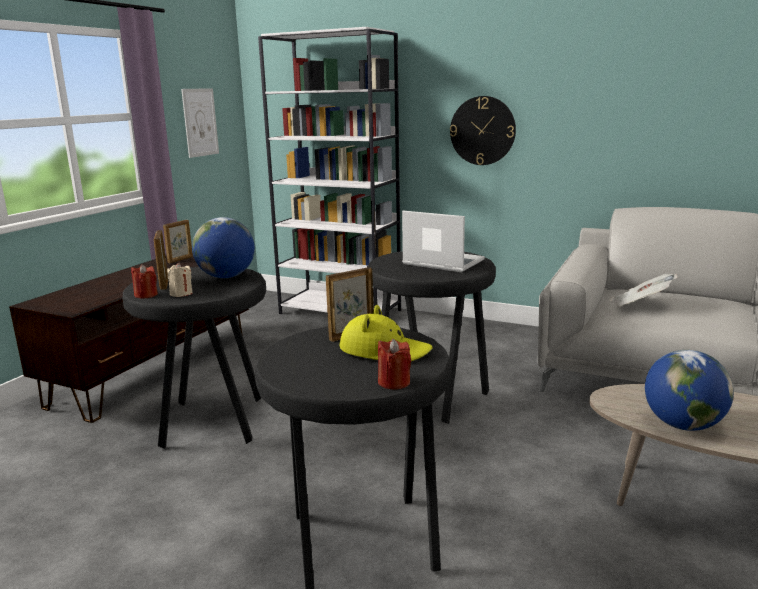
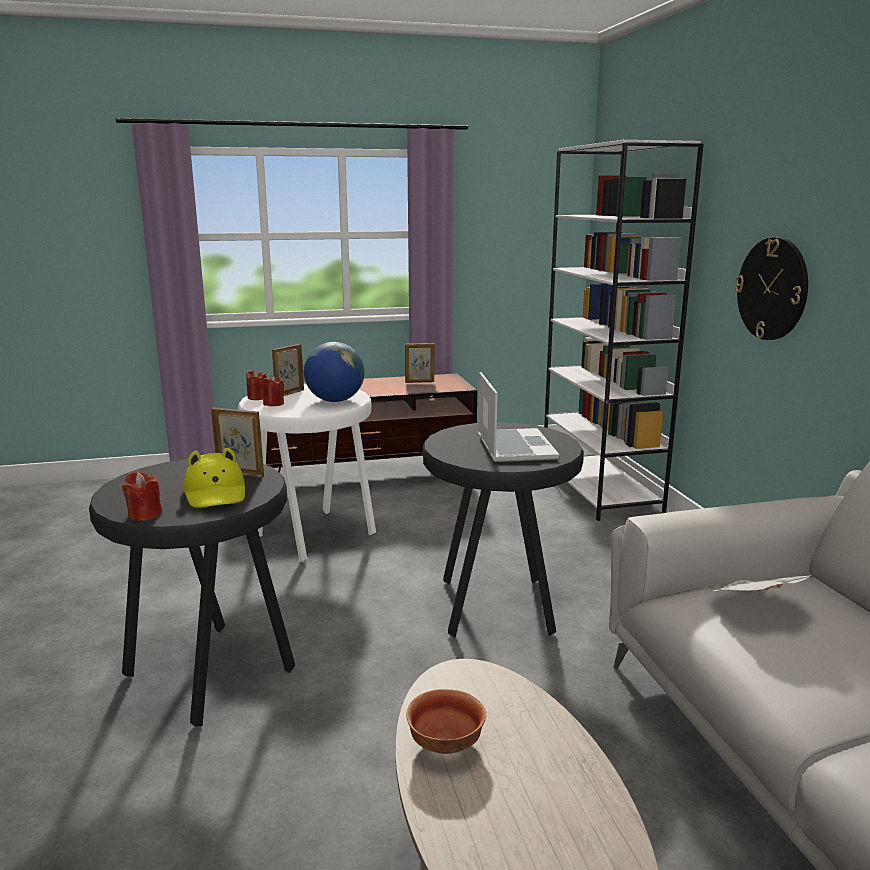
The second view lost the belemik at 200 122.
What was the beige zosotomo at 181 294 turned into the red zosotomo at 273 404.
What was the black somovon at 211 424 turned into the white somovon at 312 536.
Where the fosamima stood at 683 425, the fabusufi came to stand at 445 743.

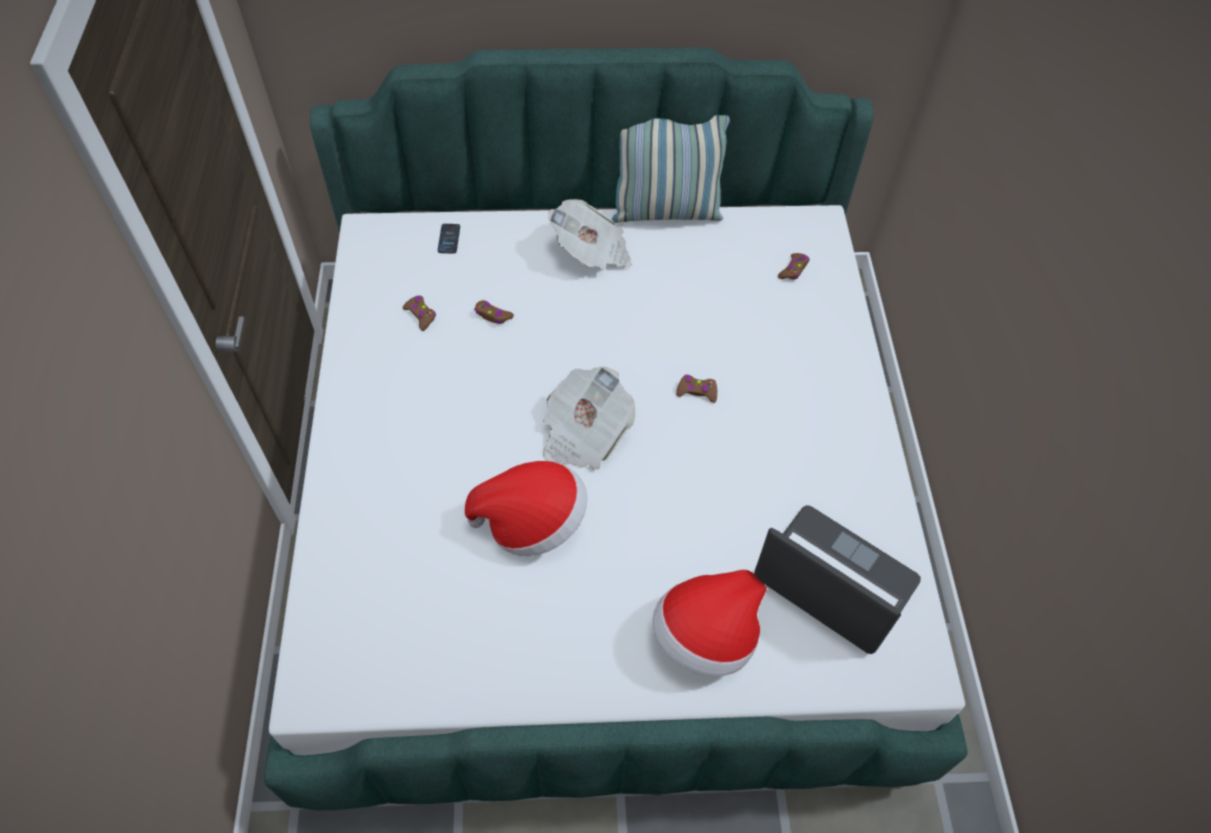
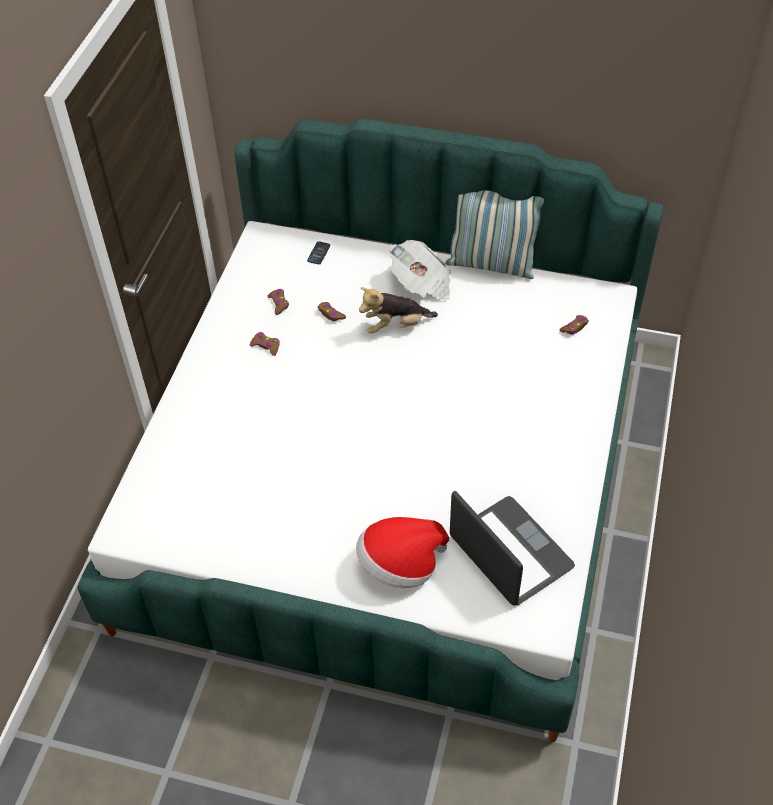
The second view lost the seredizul at 584 434.
The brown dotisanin ended up elsewhere, having gone from 697 391 to 266 346.
The second view lost the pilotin at 532 522.
The second view gained the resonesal at 396 326.

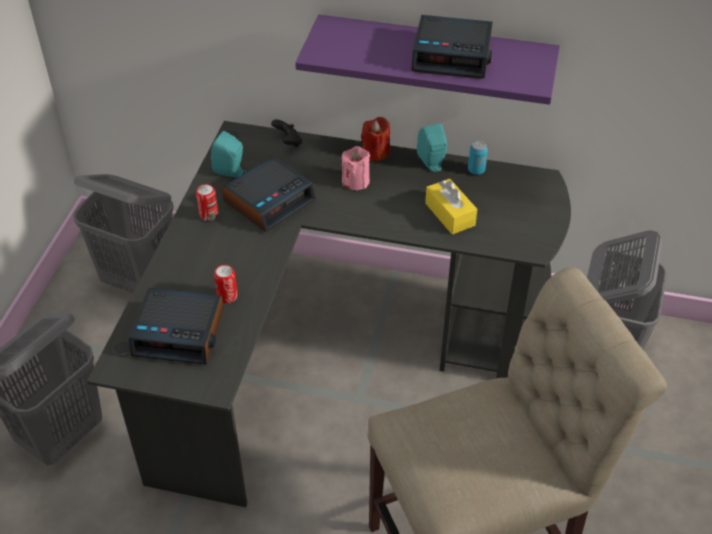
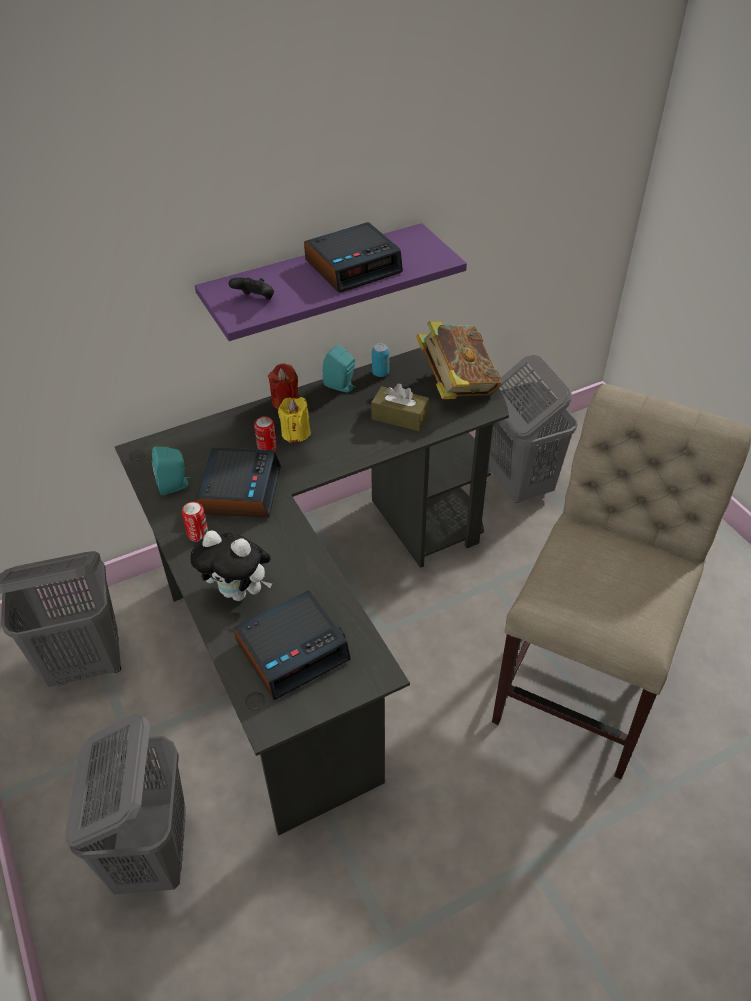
The black dotisanin ended up elsewhere, having gone from 288 142 to 255 300.
What was the pink zosotomo at 355 181 turned into the yellow zosotomo at 296 433.
What was the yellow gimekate at 450 214 turned into the brown gimekate at 400 417.
The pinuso ended up elsewhere, having gone from 227 296 to 267 448.
The second view gained the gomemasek at 456 385.
The second view gained the resonesal at 239 592.

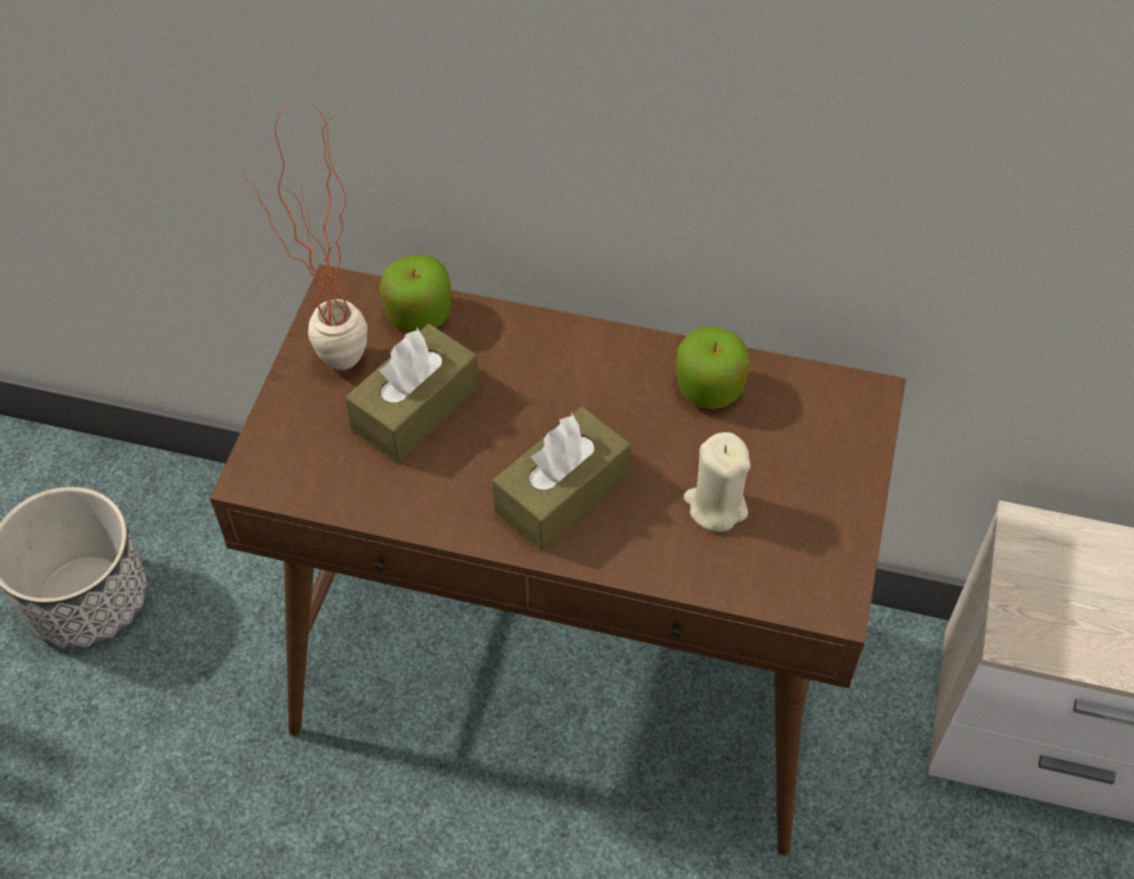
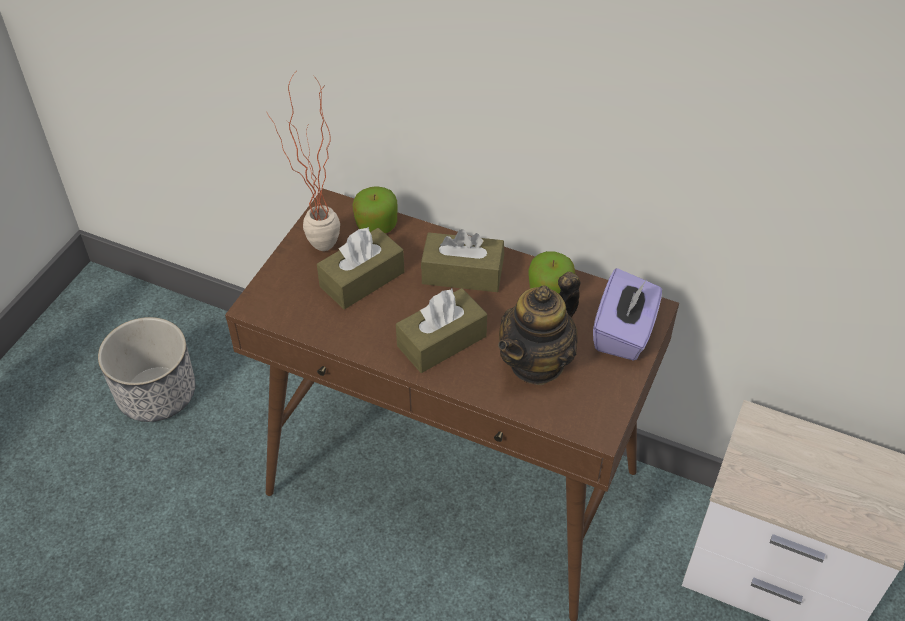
Where the beige zosotomo stood at 715 506, the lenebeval came to stand at 537 362.
The second view gained the brown gimekate at 462 273.
The second view gained the purple gimekate at 624 332.

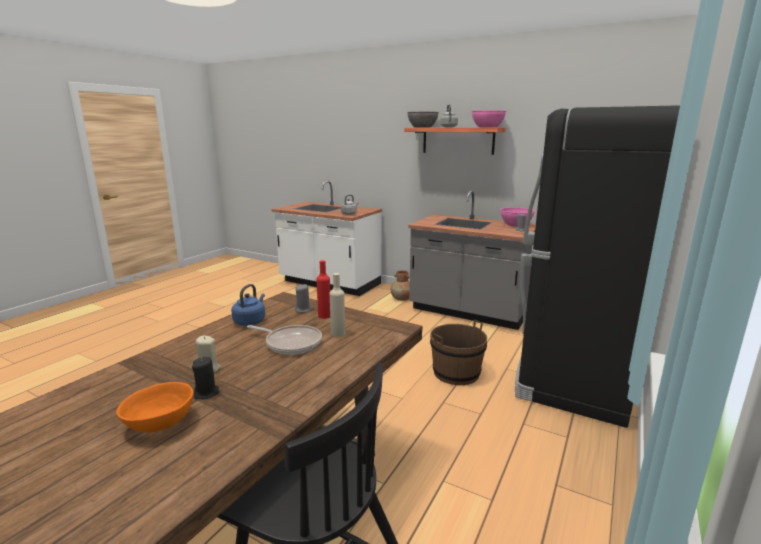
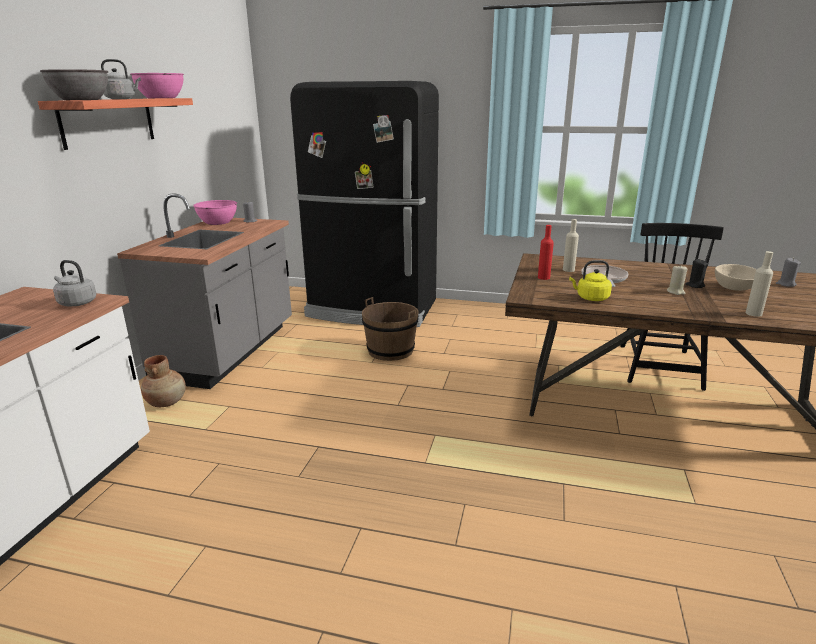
What was the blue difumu at 250 321 turned into the yellow difumu at 590 298.
The grey zosotomo ended up elsewhere, having gone from 303 310 to 785 284.
What was the orange fabusufi at 162 423 turned into the beige fabusufi at 734 287.
The second view gained the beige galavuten at 753 313.

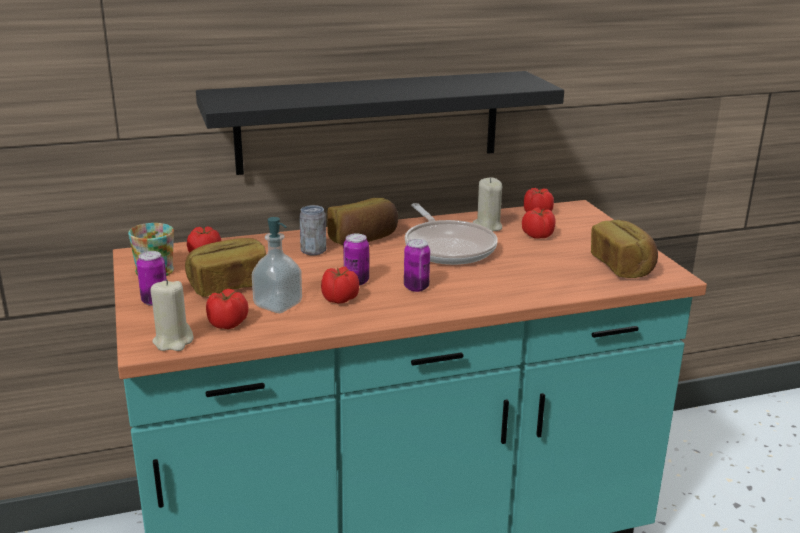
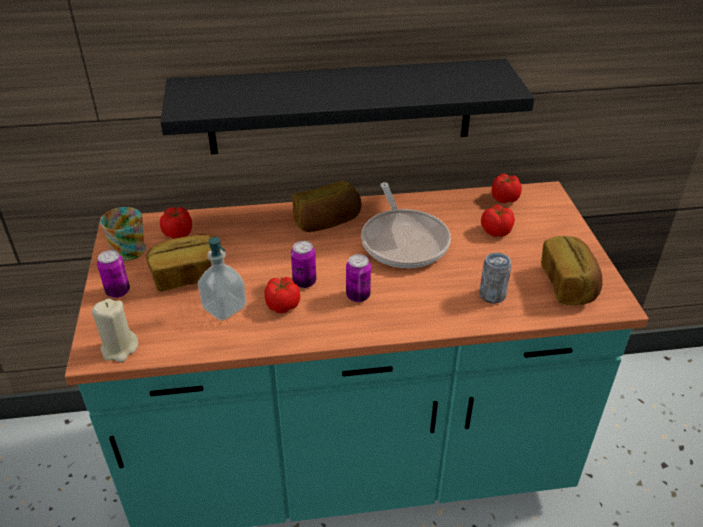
The second view lost the beige zosotomo at 487 227.
The pinuso ended up elsewhere, having gone from 313 251 to 492 295.
The second view lost the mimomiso at 228 323.

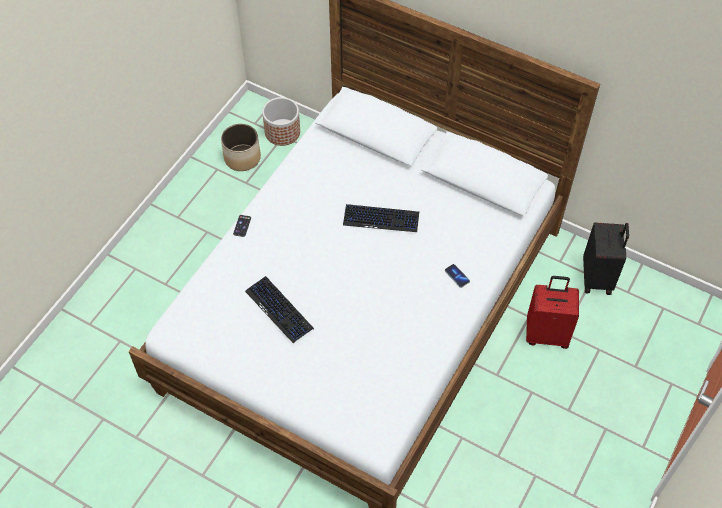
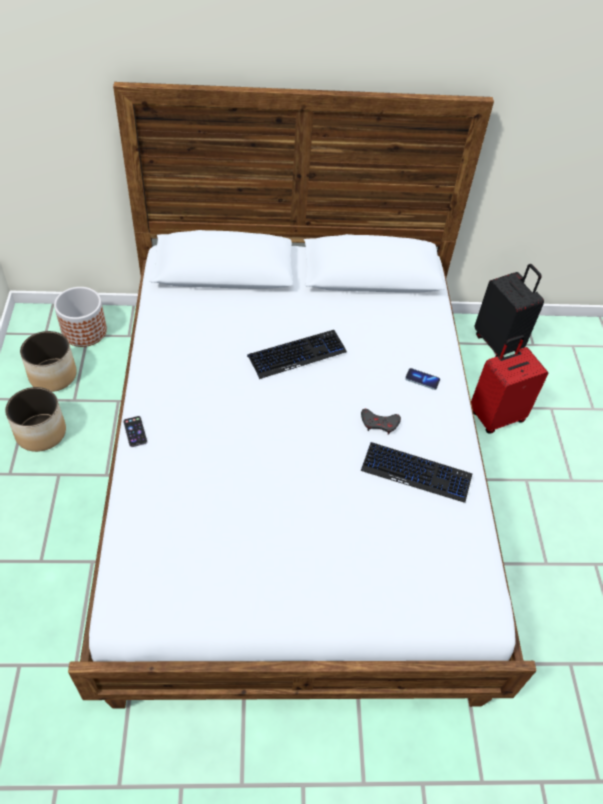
The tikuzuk ended up elsewhere, having gone from 279 310 to 416 473.
The second view gained the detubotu at 41 432.
The second view gained the grey dotisanin at 379 423.

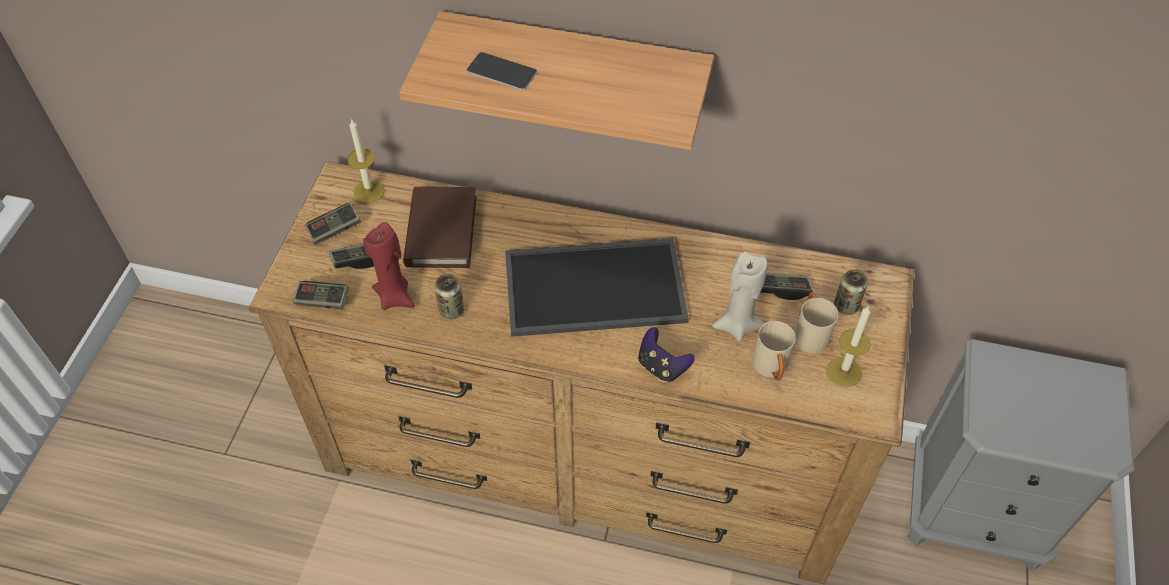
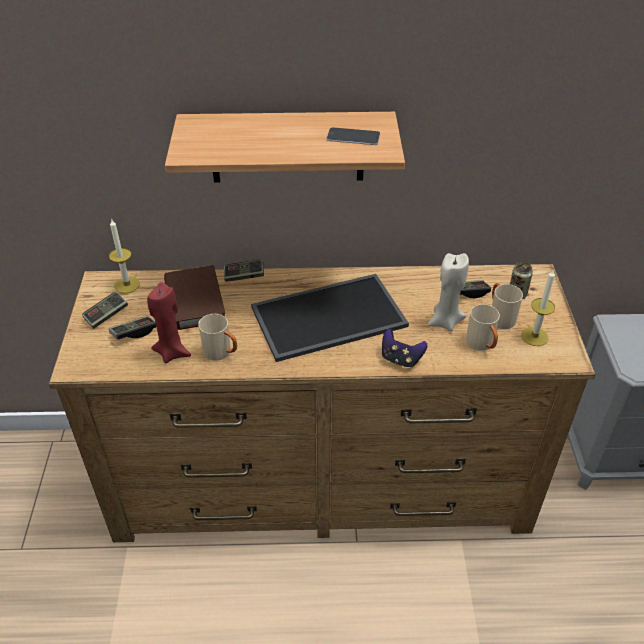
The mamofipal ended up elsewhere, having gone from 501 71 to 353 137.
Where the pinuso stood at 451 310, the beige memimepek came to stand at 222 353.
The dotisanin ended up elsewhere, having gone from 323 301 to 244 276.

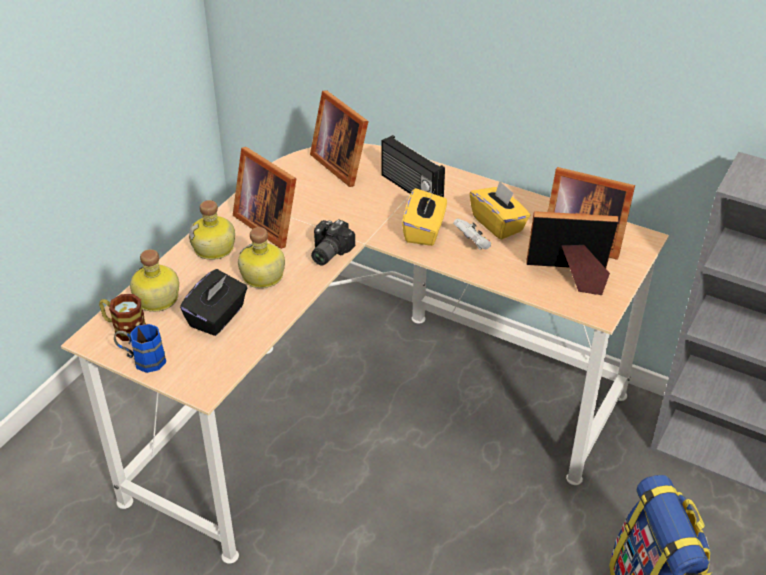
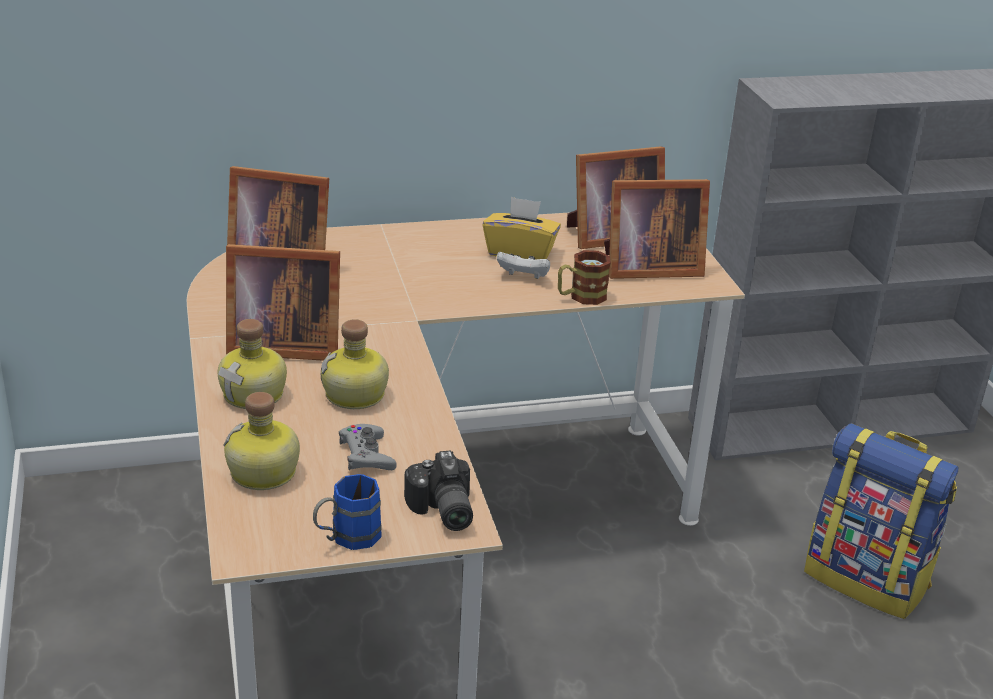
The second view lost the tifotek at 410 189.
The second view lost the yellow gimekate at 424 231.
The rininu at 570 276 ended up facing another way, 150 degrees counterclockwise from before.
The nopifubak ended up elsewhere, having gone from 327 252 to 441 511.
Where the black gimekate stood at 217 317, the grey dotisanin came to stand at 366 455.
The memimepek ended up elsewhere, having gone from 124 328 to 581 297.

